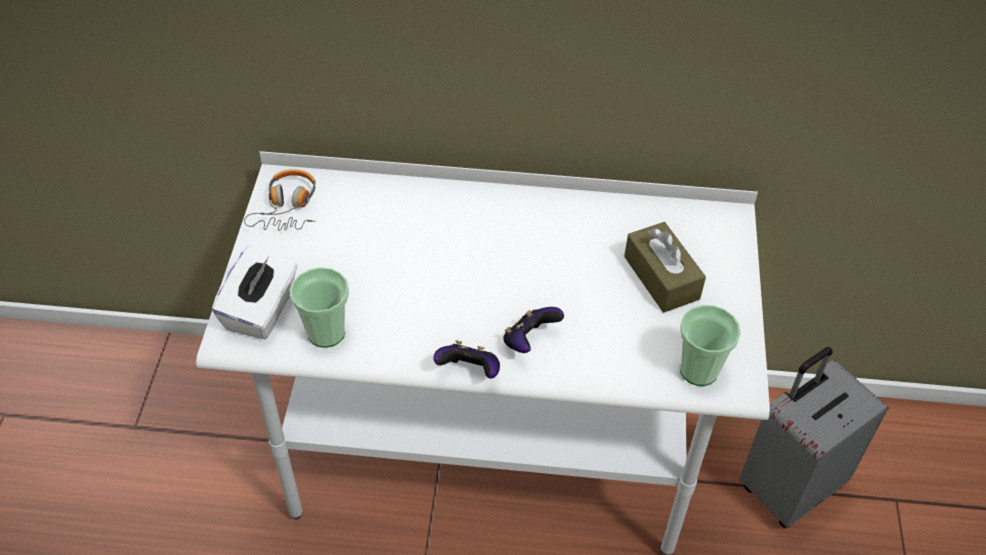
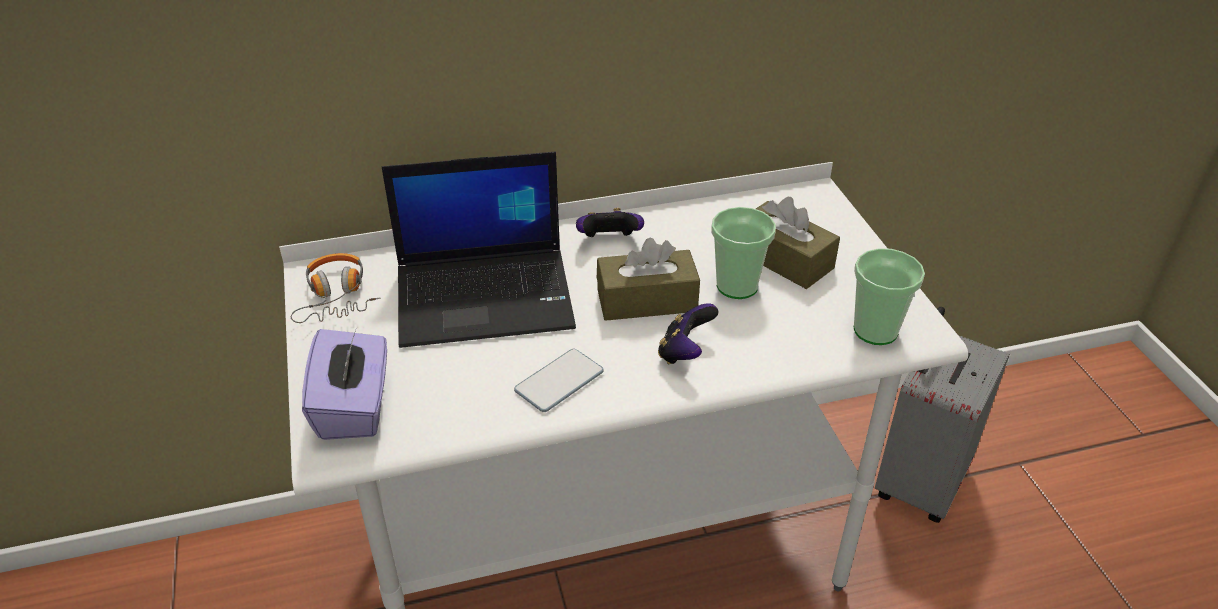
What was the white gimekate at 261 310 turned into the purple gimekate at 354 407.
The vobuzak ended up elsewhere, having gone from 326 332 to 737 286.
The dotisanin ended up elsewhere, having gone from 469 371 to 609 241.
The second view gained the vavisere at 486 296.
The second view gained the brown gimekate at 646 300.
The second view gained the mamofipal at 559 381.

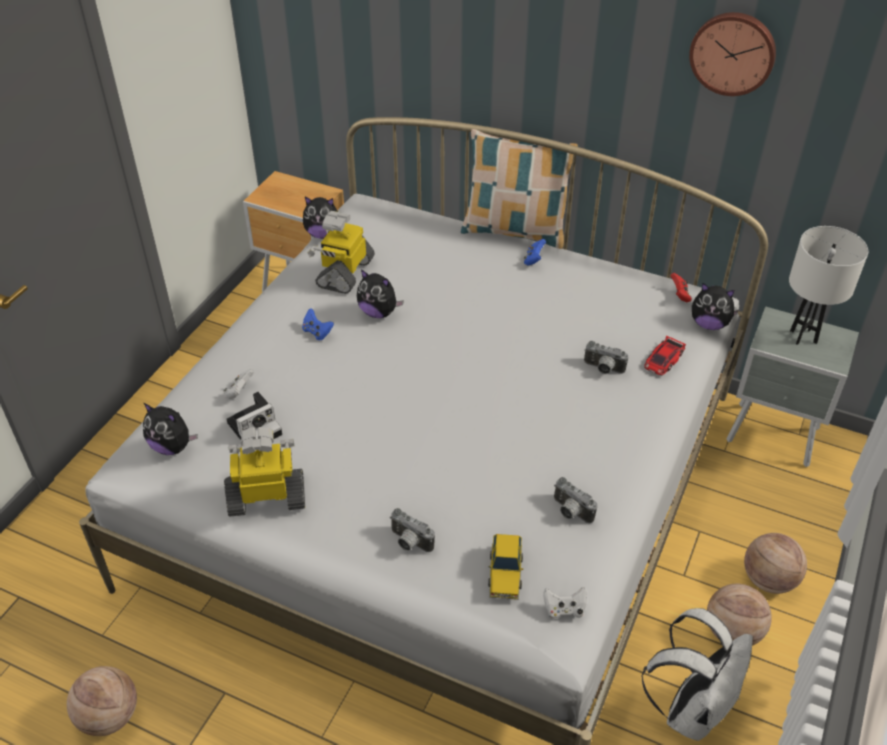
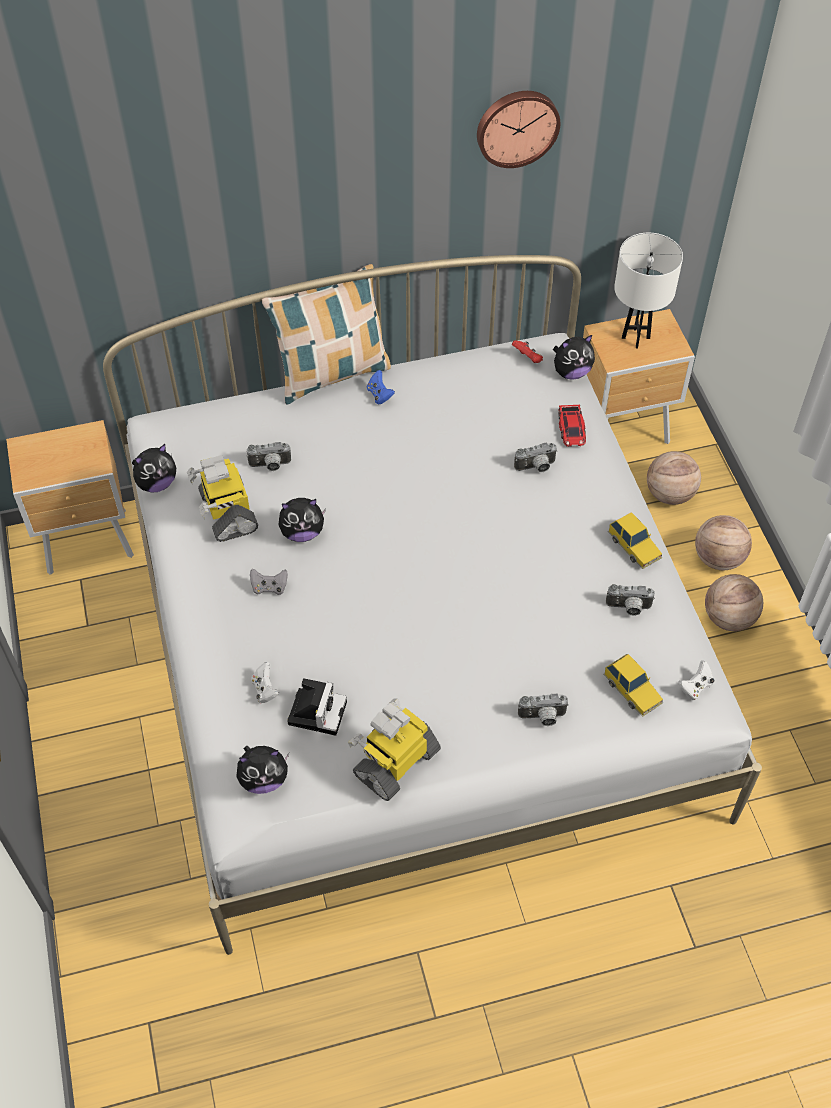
What was the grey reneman at 774 436 turned into the brown reneman at 624 431.
What was the blue dotisanin at 317 332 turned into the grey dotisanin at 269 587.
The second view lost the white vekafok at 691 708.
The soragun ended up elsewhere, having gone from 109 716 to 670 494.
The second view gained the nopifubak at 270 466.
The second view gained the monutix at 634 546.

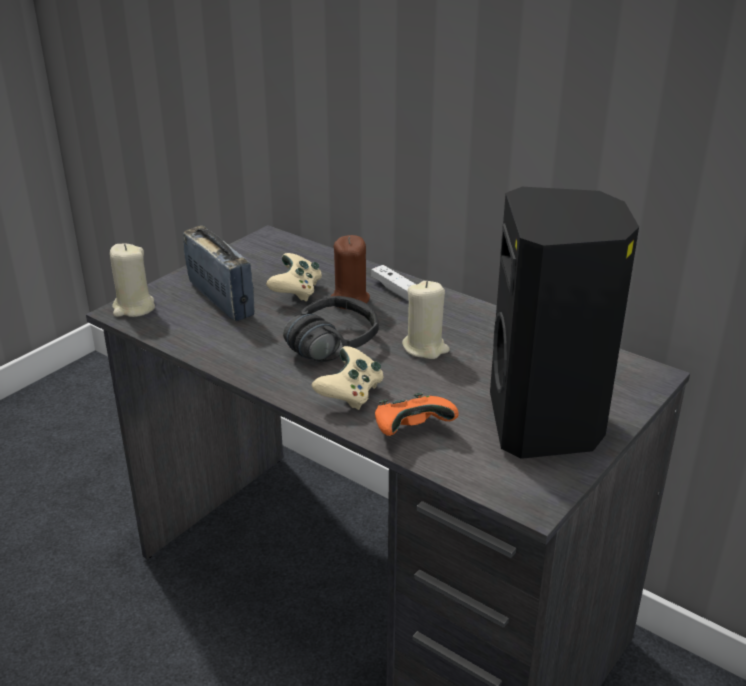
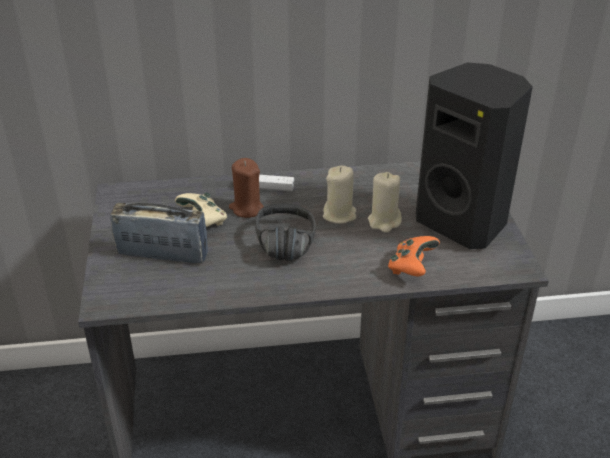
The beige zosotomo ended up elsewhere, having gone from 133 308 to 384 222.
The second view lost the beige dotisanin at 350 394.

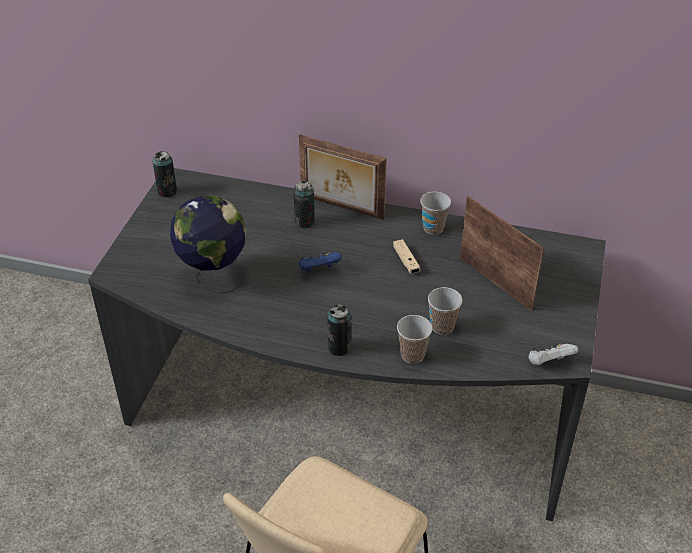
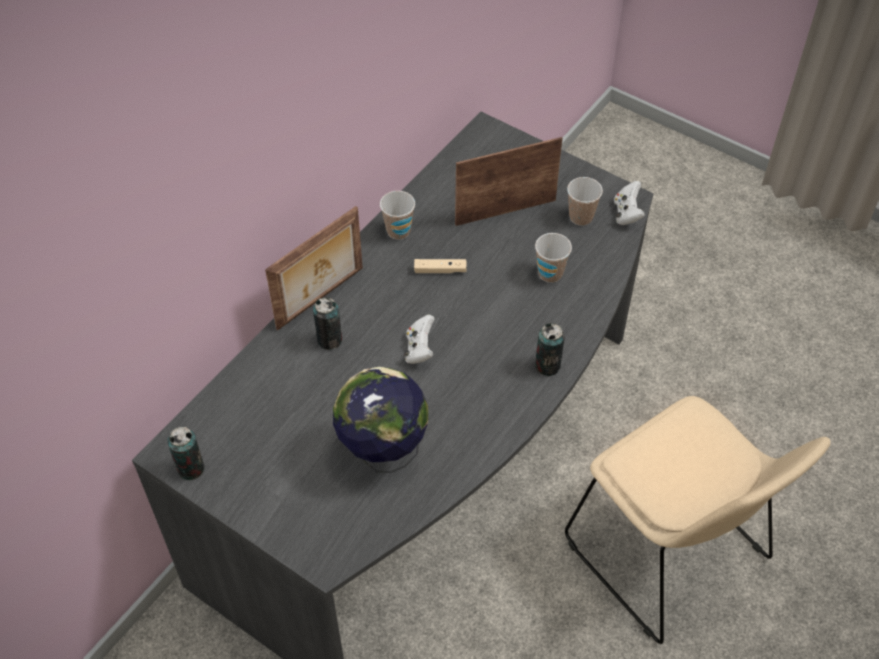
What was the blue dotisanin at 319 270 turned into the white dotisanin at 419 349.
The vobuzak ended up elsewhere, having gone from 412 355 to 581 217.

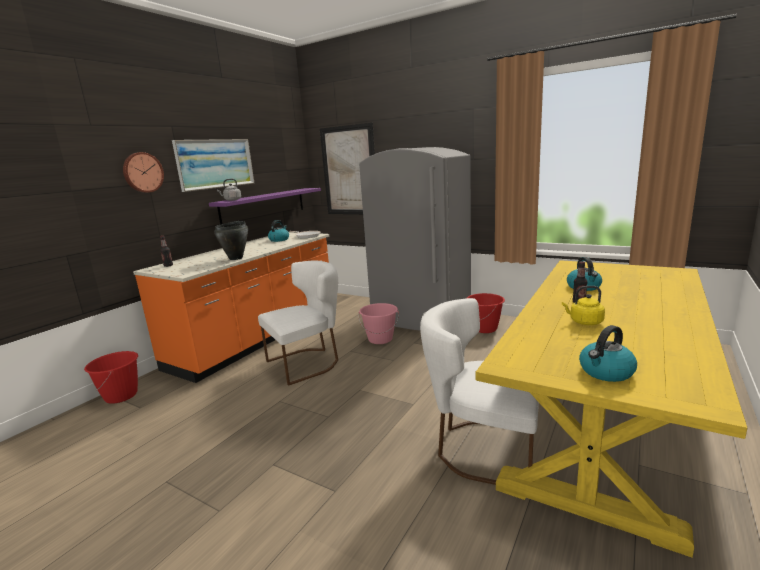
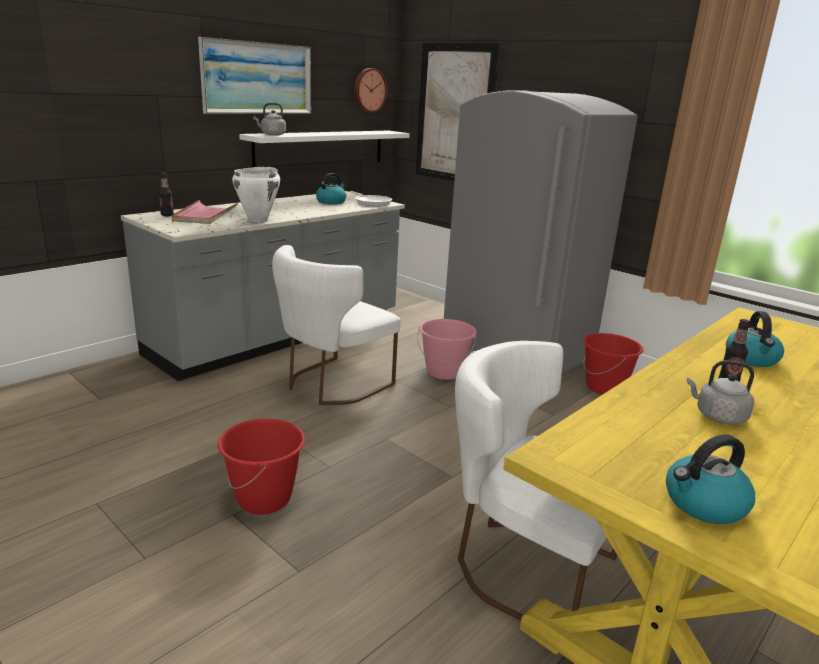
The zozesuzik ended up elsewhere, having gone from 142 172 to 369 90.
What was the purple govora at 264 206 turned into the white govora at 321 149.
What was the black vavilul at 236 258 turned into the white vavilul at 258 220.
What was the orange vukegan at 258 338 turned into the grey vukegan at 279 336.
The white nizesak at 308 363 ended up facing another way, 150 degrees clockwise from before.
What was the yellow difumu at 584 322 turned into the grey difumu at 717 416.
The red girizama ended up elsewhere, having gone from 121 396 to 264 499.
The second view gained the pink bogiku at 205 215.

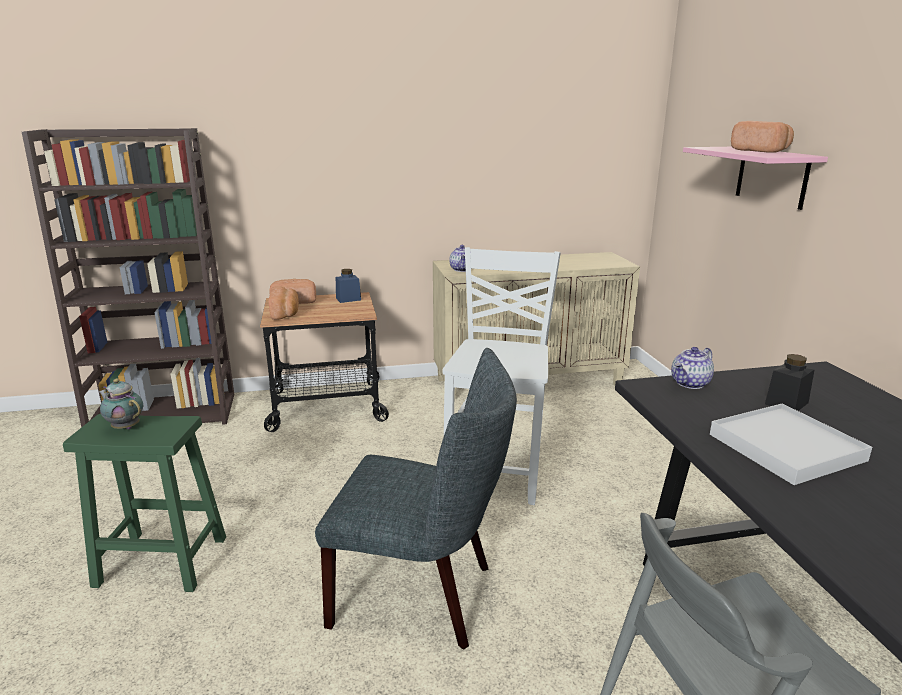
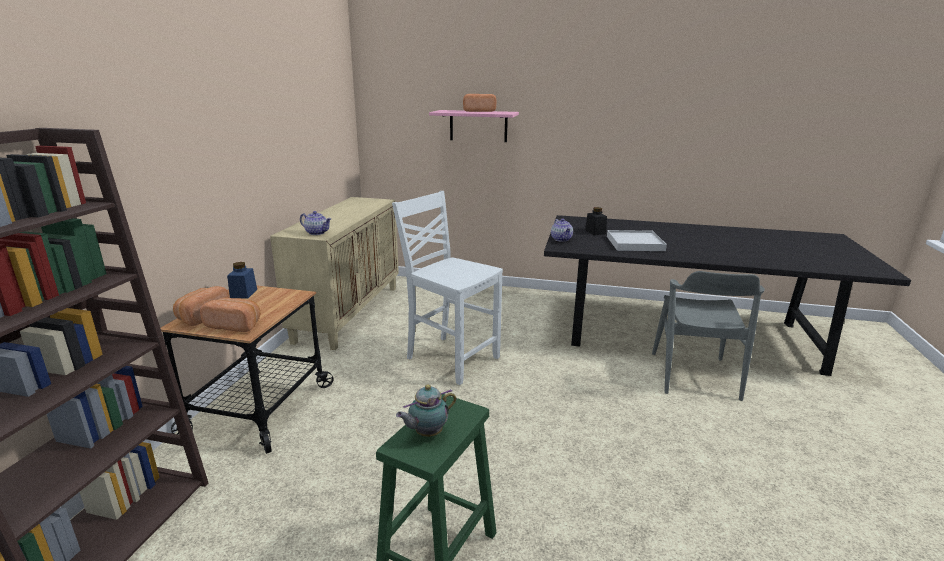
The second view lost the grey nizesak at 423 594.

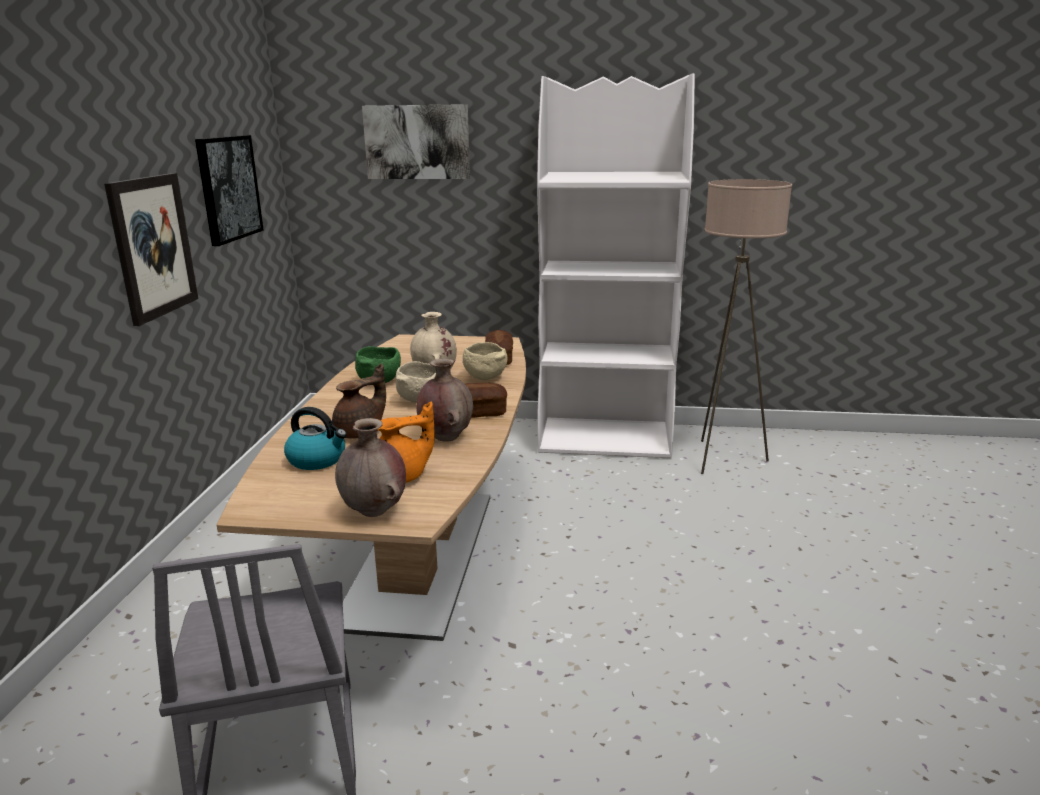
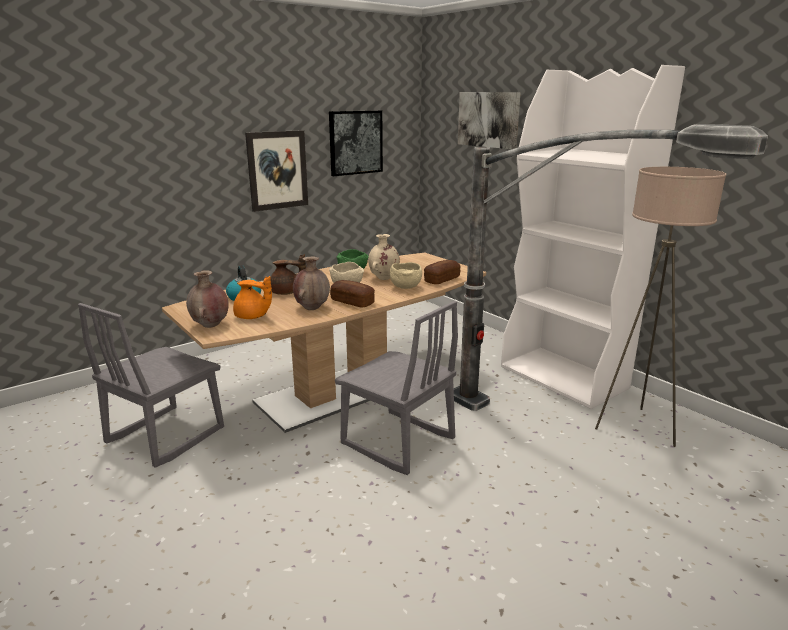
The second view gained the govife at 549 441.
The second view gained the grey nizesak at 397 442.

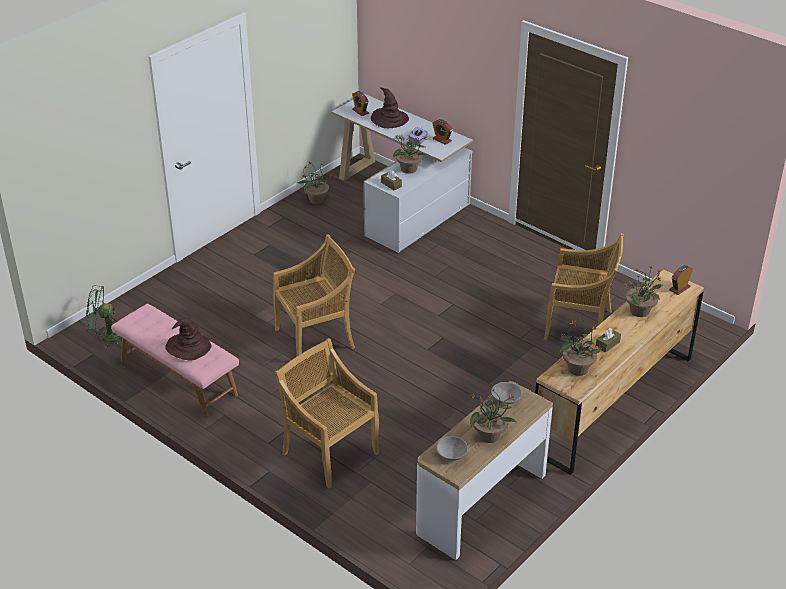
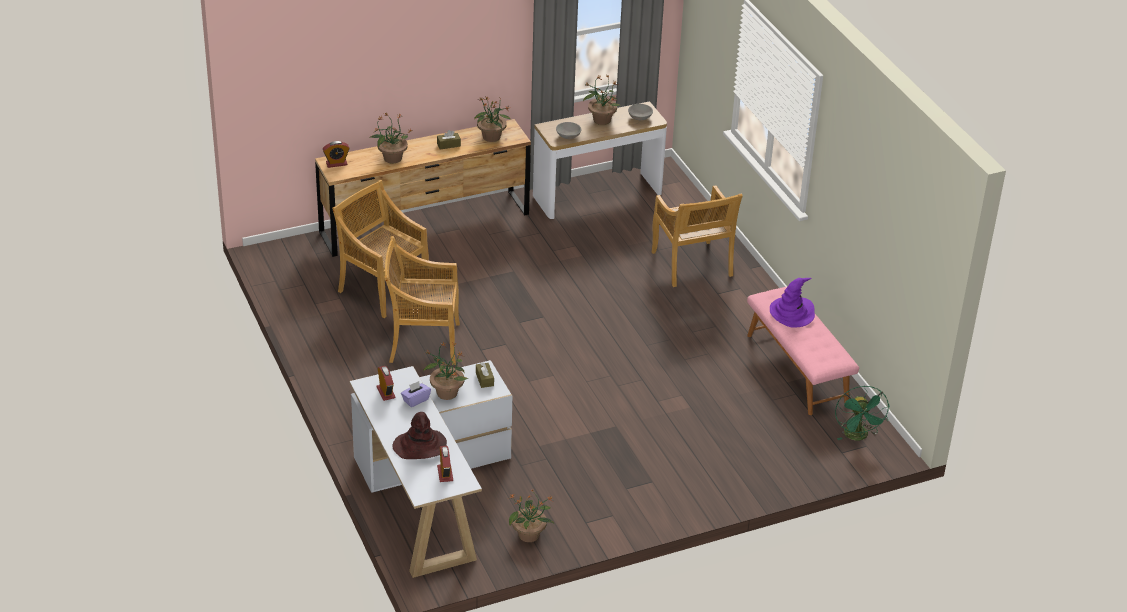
The beige nizesak ended up elsewhere, having gone from 316 338 to 422 342.
The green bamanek at 105 336 ended up facing another way, 60 degrees clockwise from before.
What was the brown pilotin at 188 347 turned into the purple pilotin at 792 313.

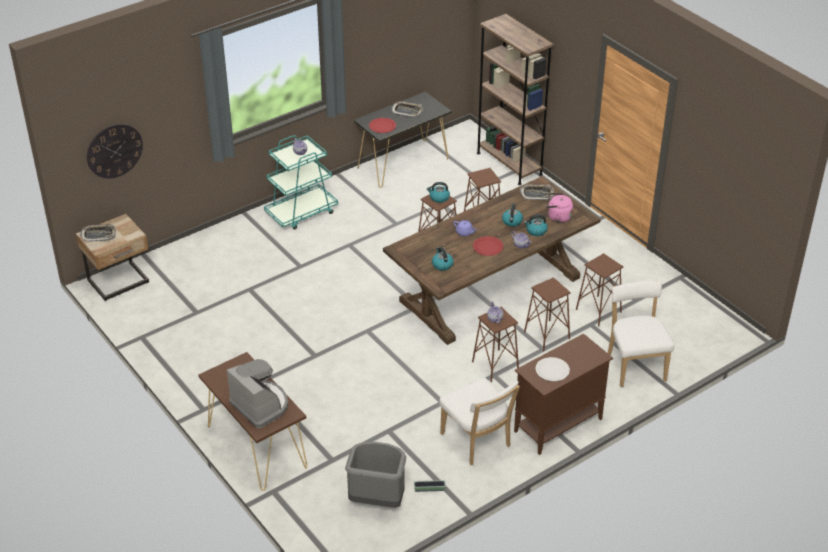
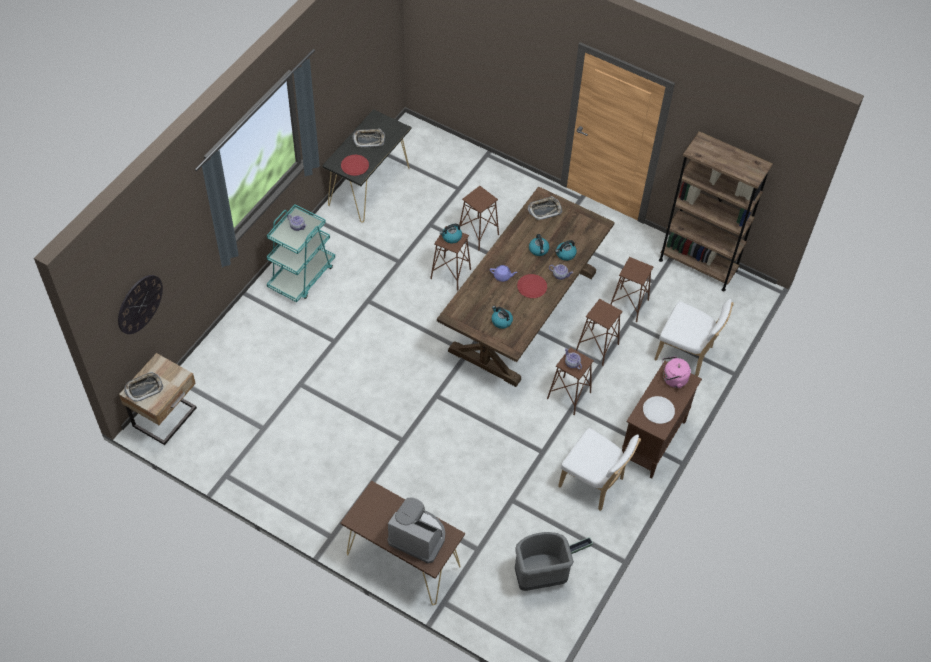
The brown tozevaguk ended up elsewhere, having gone from 509 163 to 698 265.
The pink difumu ended up elsewhere, having gone from 557 217 to 673 379.
The white nizesak at 635 365 ended up facing another way, 150 degrees clockwise from before.

